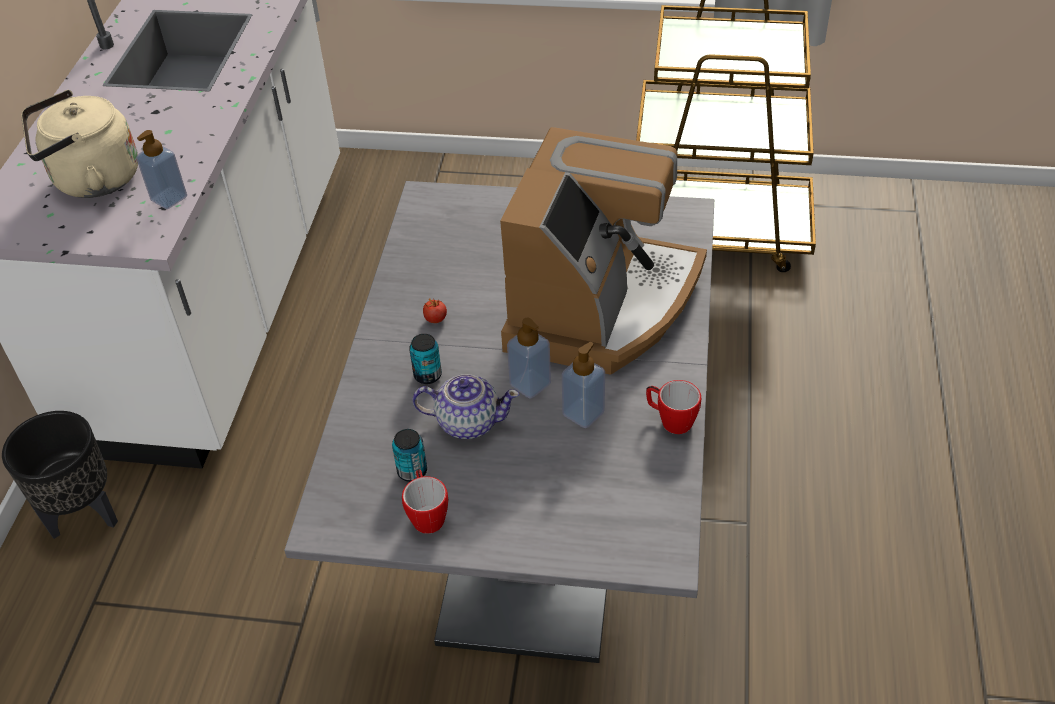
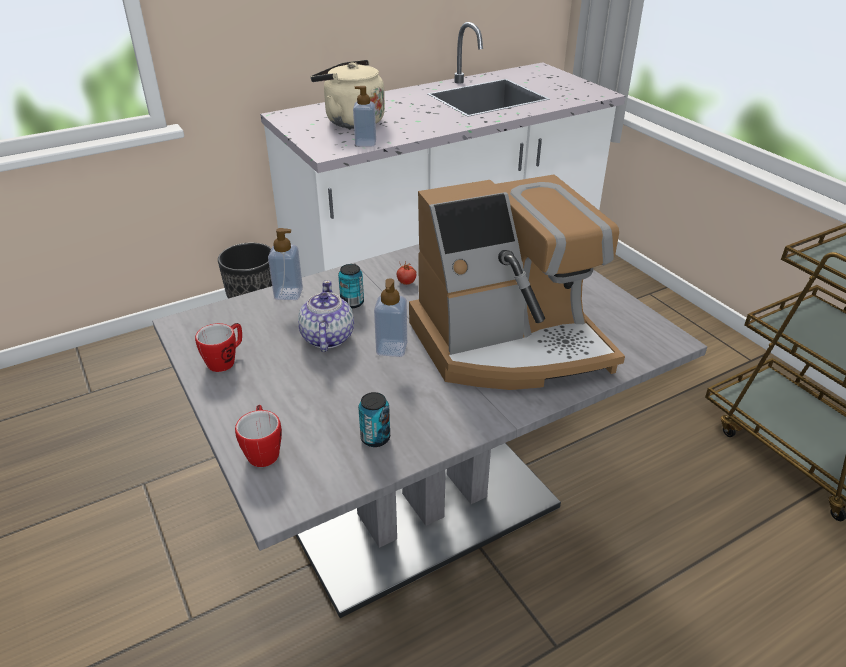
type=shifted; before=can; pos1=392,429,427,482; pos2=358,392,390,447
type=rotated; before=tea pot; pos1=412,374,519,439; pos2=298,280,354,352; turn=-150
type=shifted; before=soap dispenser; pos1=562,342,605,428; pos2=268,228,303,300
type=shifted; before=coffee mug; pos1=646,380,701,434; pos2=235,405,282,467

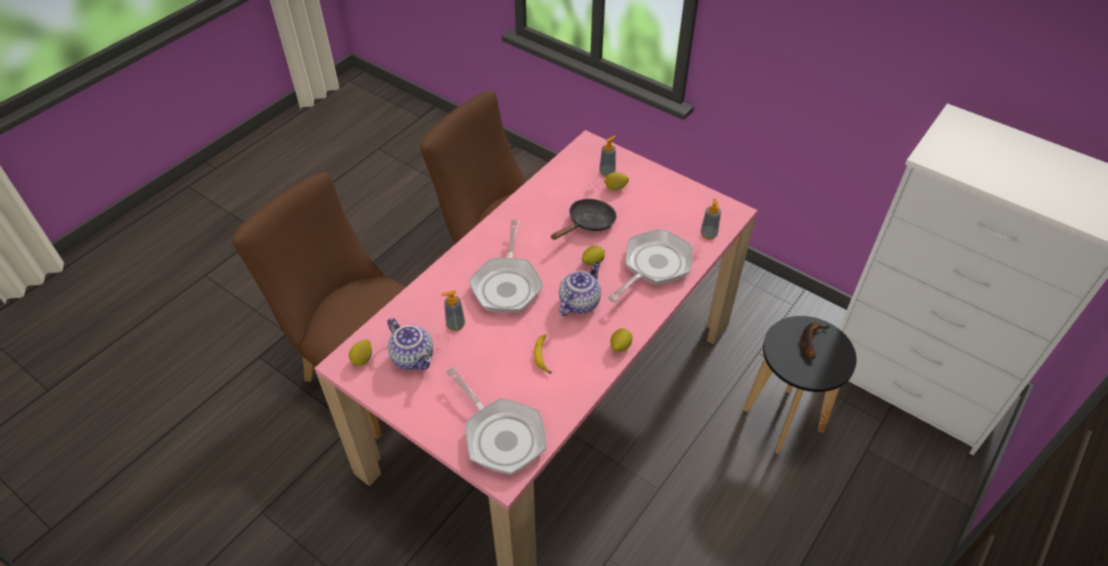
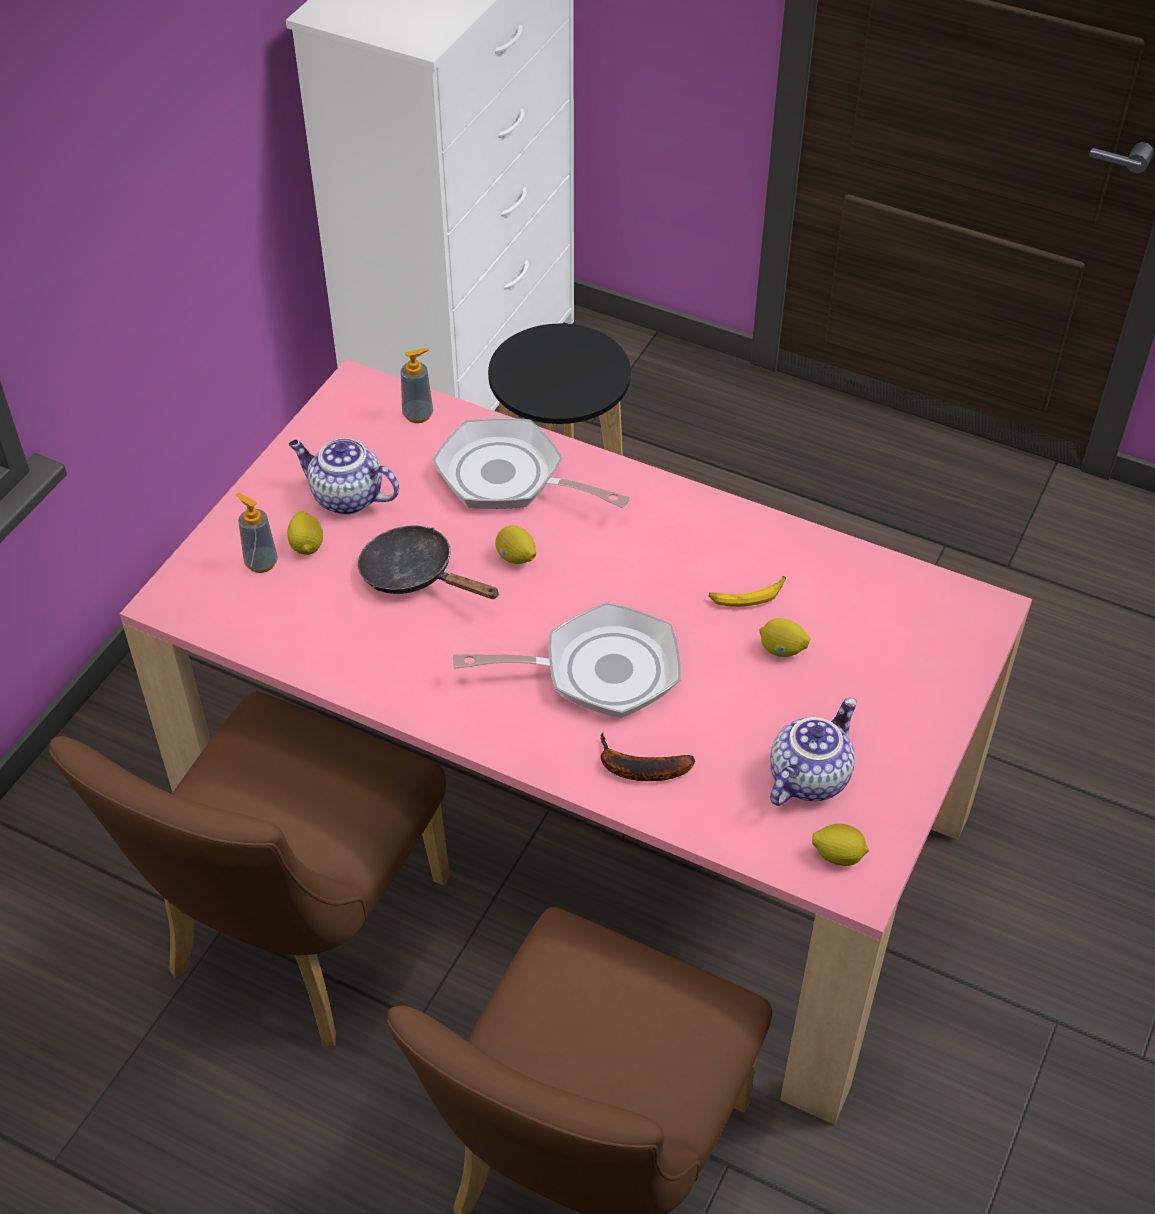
type=gone; before=soap dispenser; pos1=441,291,465,331
type=gone; before=frying pan; pos1=446,367,546,475
type=shifted; before=tea pot; pos1=559,261,601,316; pos2=289,438,399,515
type=shifted; before=lemon; pos1=610,328,632,352; pos2=759,618,810,657
type=shifted; before=whole banana; pos1=802,323,829,359; pos2=601,733,695,781

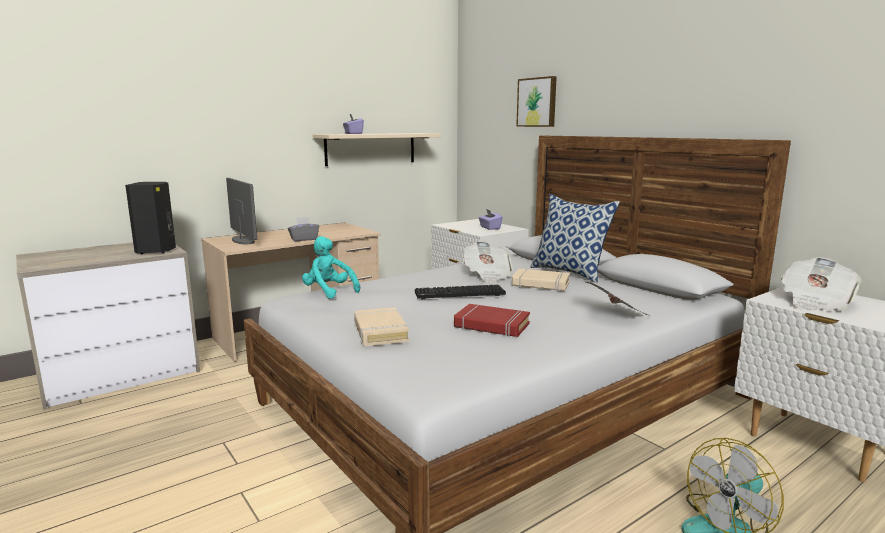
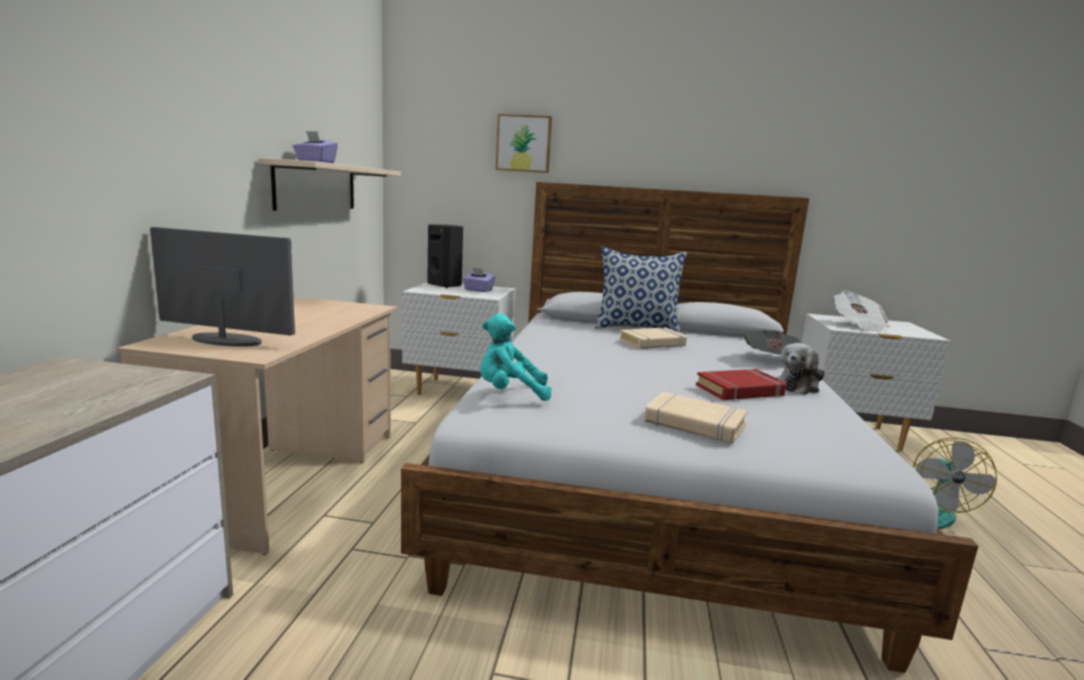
type=shifted; before=loudspeaker in blackish; pos1=125,182,176,254; pos2=427,224,463,288
type=gone; before=tissue box in greyish; pos1=288,217,319,241
type=gone; before=computer keyboard; pos1=415,285,506,299
type=gone; before=printed paper; pos1=463,241,513,283
type=new; after=cuddly toy; pos2=777,343,825,395

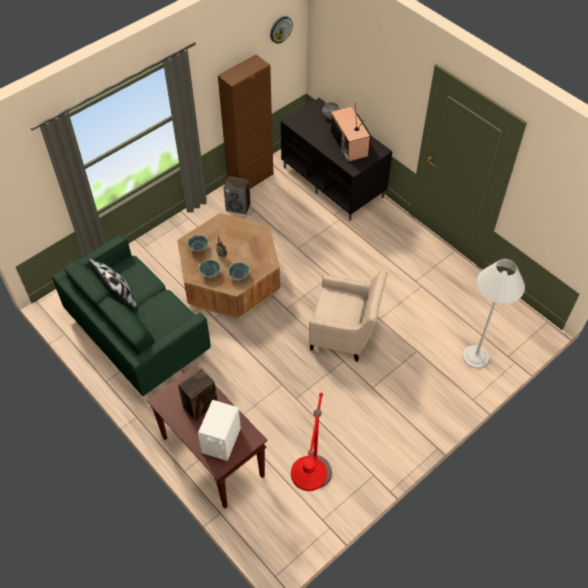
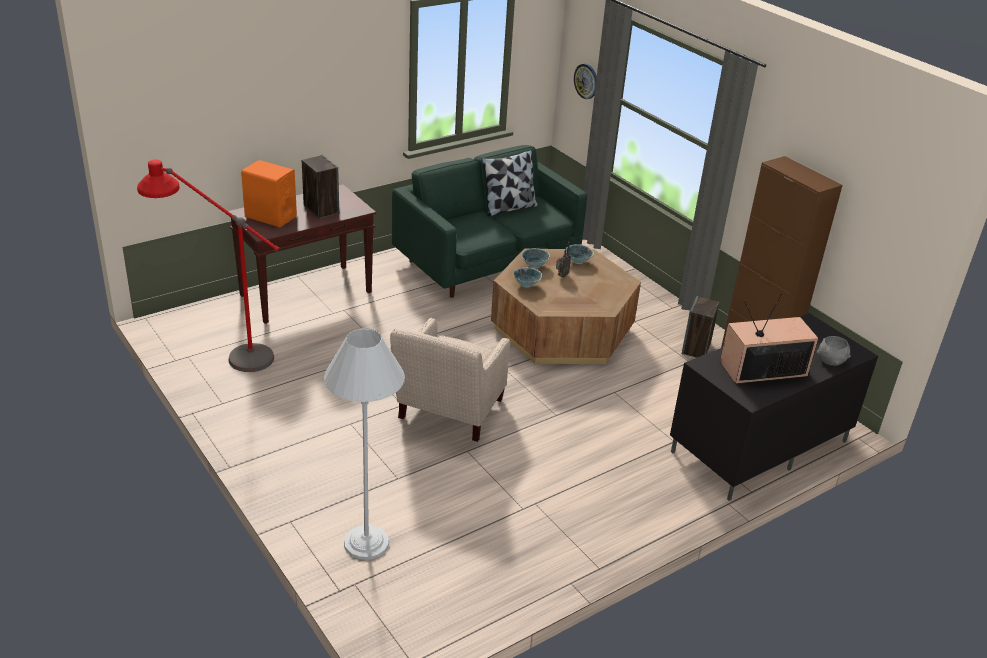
type=repainted; before=loudspeaker in white; after=loudspeaker in orange-coloured; pos1=198,400,241,461; pos2=241,160,297,227
type=shifted; before=hanging clock; pos1=270,16,293,44; pos2=574,64,597,99

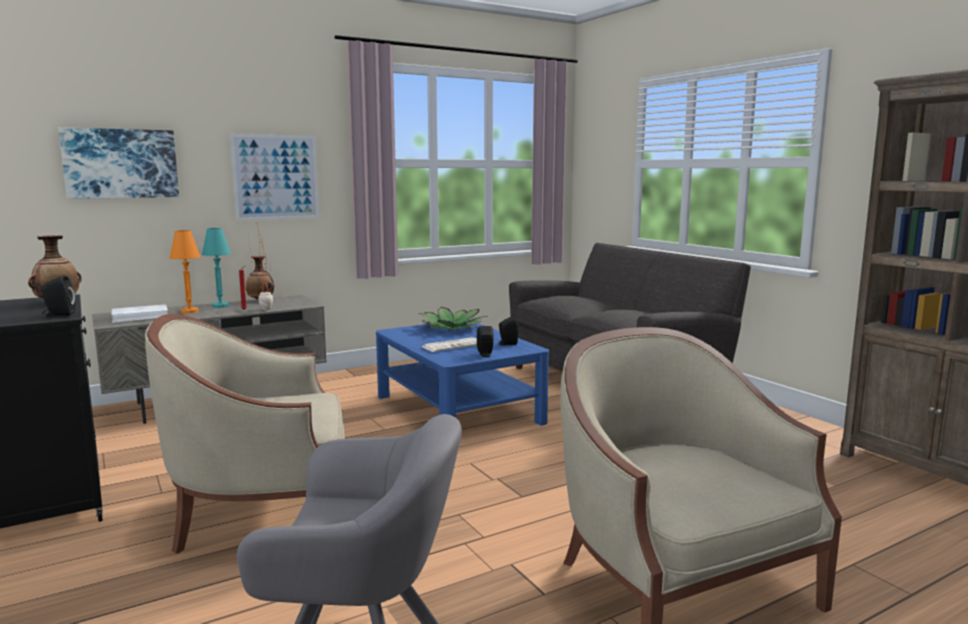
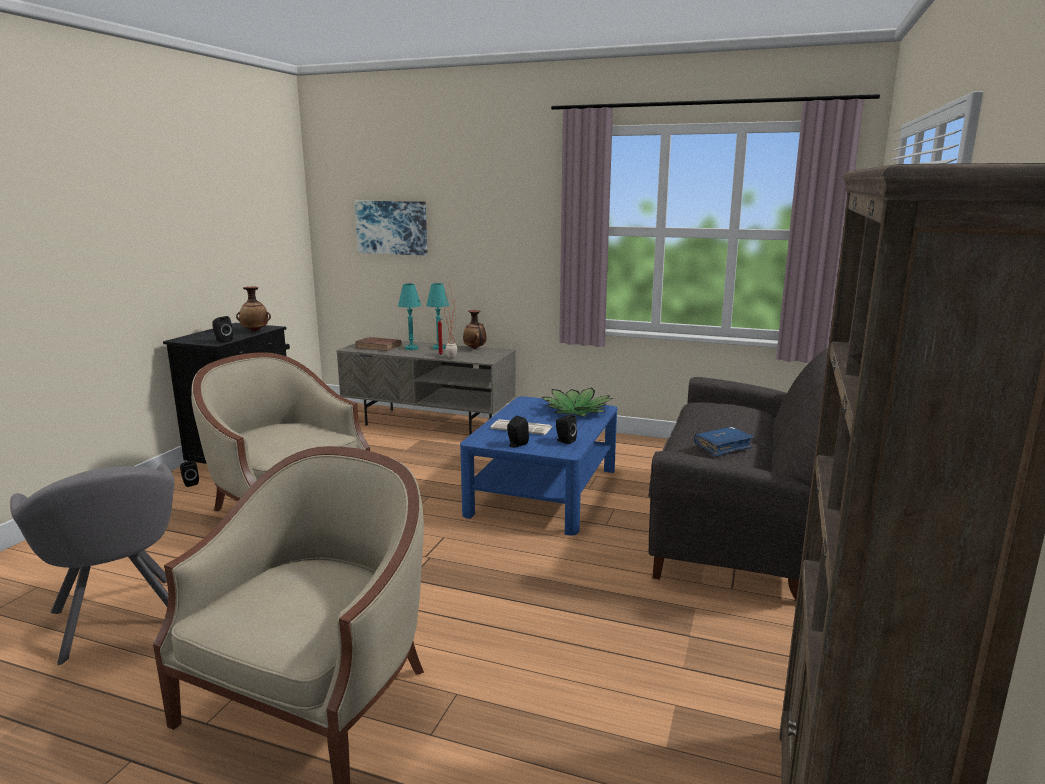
type=repainted; before=volume in white; after=volume in brown; pos1=112,304,168,323; pos2=355,337,402,351
type=repainted; before=table lamp in orange-coloured; after=table lamp in turquoise; pos1=170,230,200,313; pos2=398,284,421,350
type=gone; before=picture; pos1=230,134,319,220
type=new; after=loudspeaker in blackish; pos2=180,461,199,487
type=new; after=volume in bluish; pos2=694,427,754,457

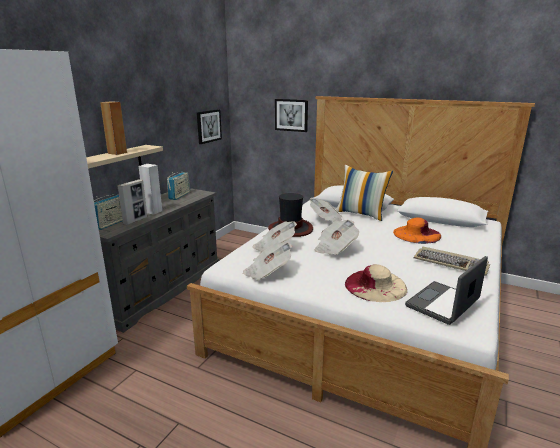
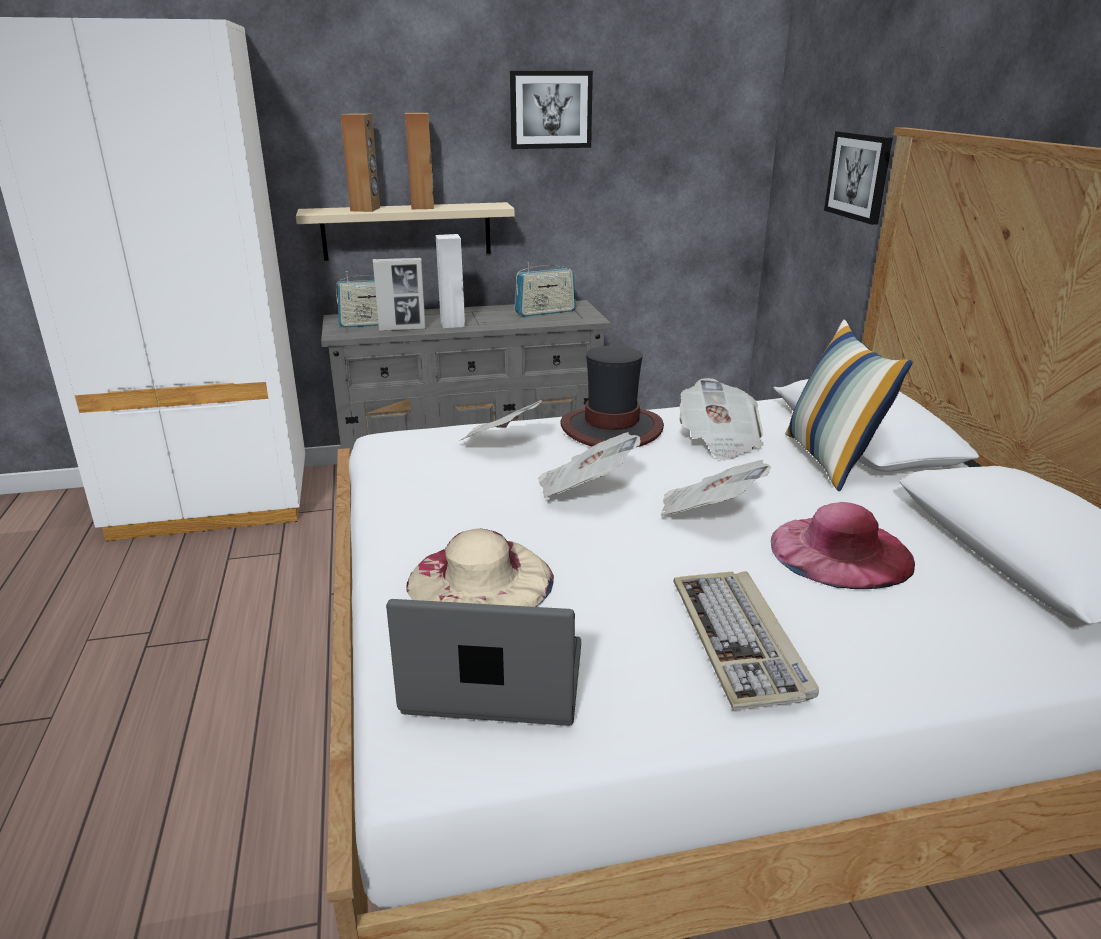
type=shifted; before=picture; pos1=197,109,222,144; pos2=510,71,593,149
type=shifted; before=printed paper; pos1=243,242,292,281; pos2=661,460,771,516
type=repainted; before=hat in orange-coloured; after=hat in pinkish; pos1=393,217,441,244; pos2=771,502,915,589
type=new; after=loudspeaker in brown; pos2=341,113,380,212

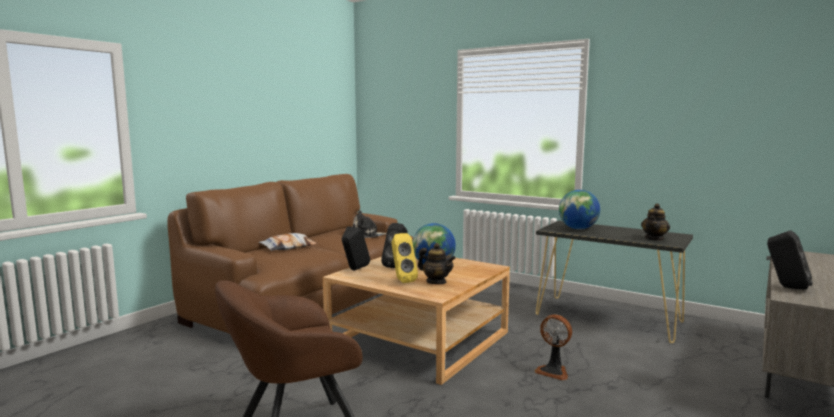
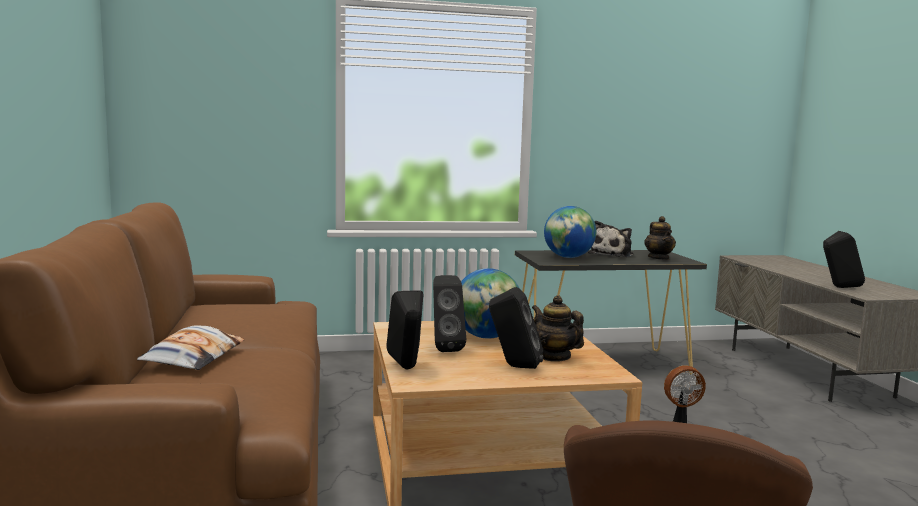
type=shifted; before=cuddly toy; pos1=353,210,387,238; pos2=588,221,633,257
type=repainted; before=loudspeaker in yellow; after=loudspeaker in blackish; pos1=391,233,418,283; pos2=489,287,543,369
type=rotated; before=tea pot; pos1=418,243,456,284; pos2=532,295,584,362; turn=-120

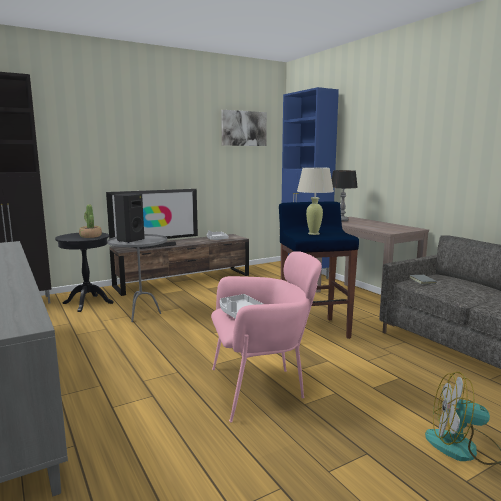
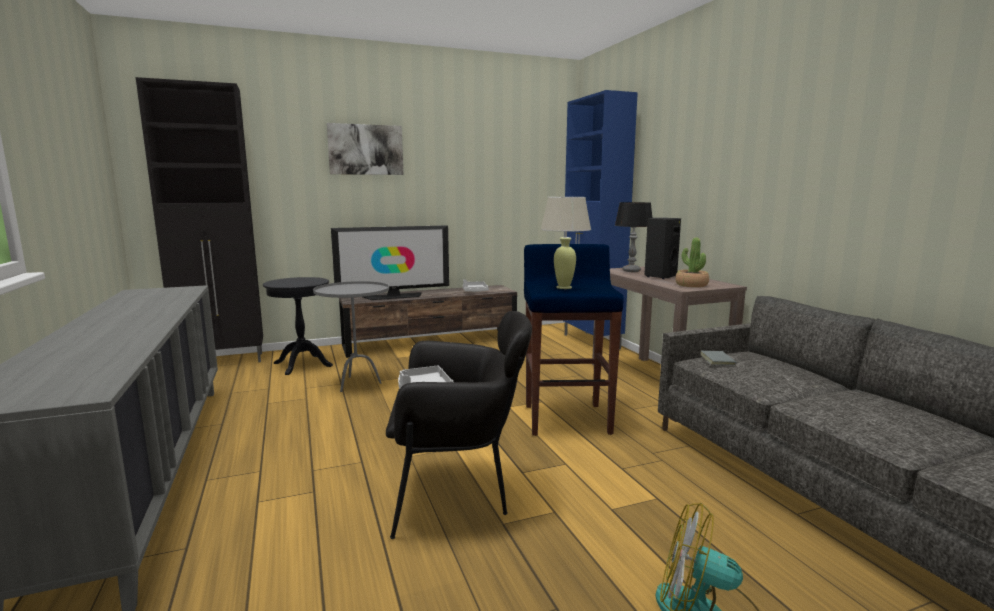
type=shifted; before=plant in a pot; pos1=79,204,102,238; pos2=675,238,709,287
type=shifted; before=loudspeaker in blackish; pos1=114,193,145,243; pos2=644,218,681,279
type=repainted; before=easy chair in pinkish; after=easy chair in blackish; pos1=211,251,322,422; pos2=386,311,532,539
type=shifted; before=picture; pos1=221,110,267,146; pos2=327,123,403,175

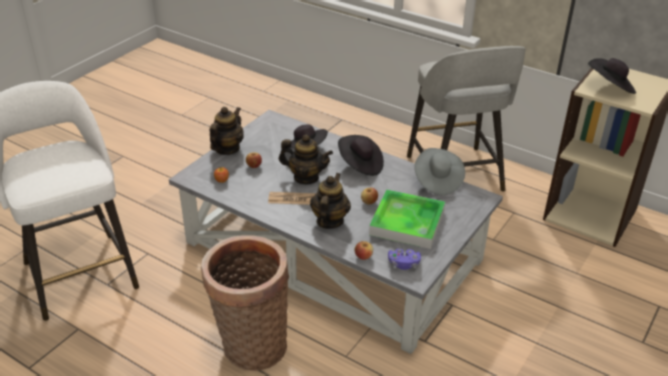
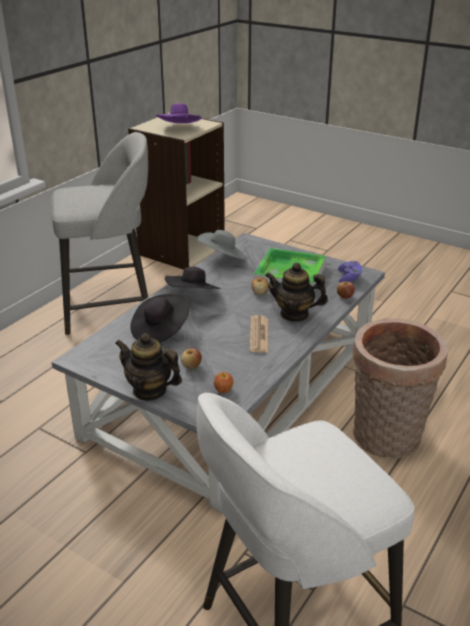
type=gone; before=tea pot; pos1=279,135,333,184
type=repainted; before=hat in blackish; after=hat in purple; pos1=588,58,636,94; pos2=156,103,201,124

